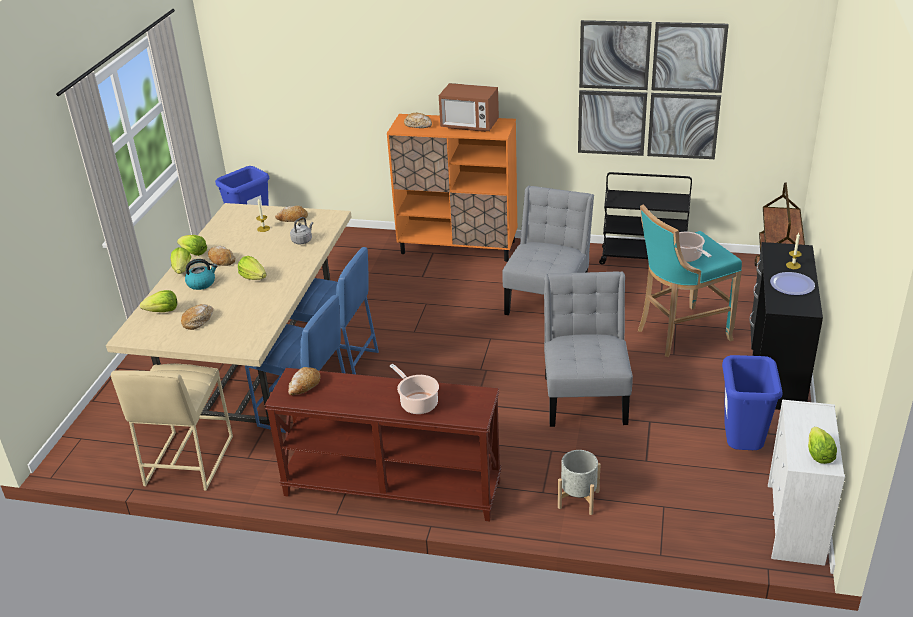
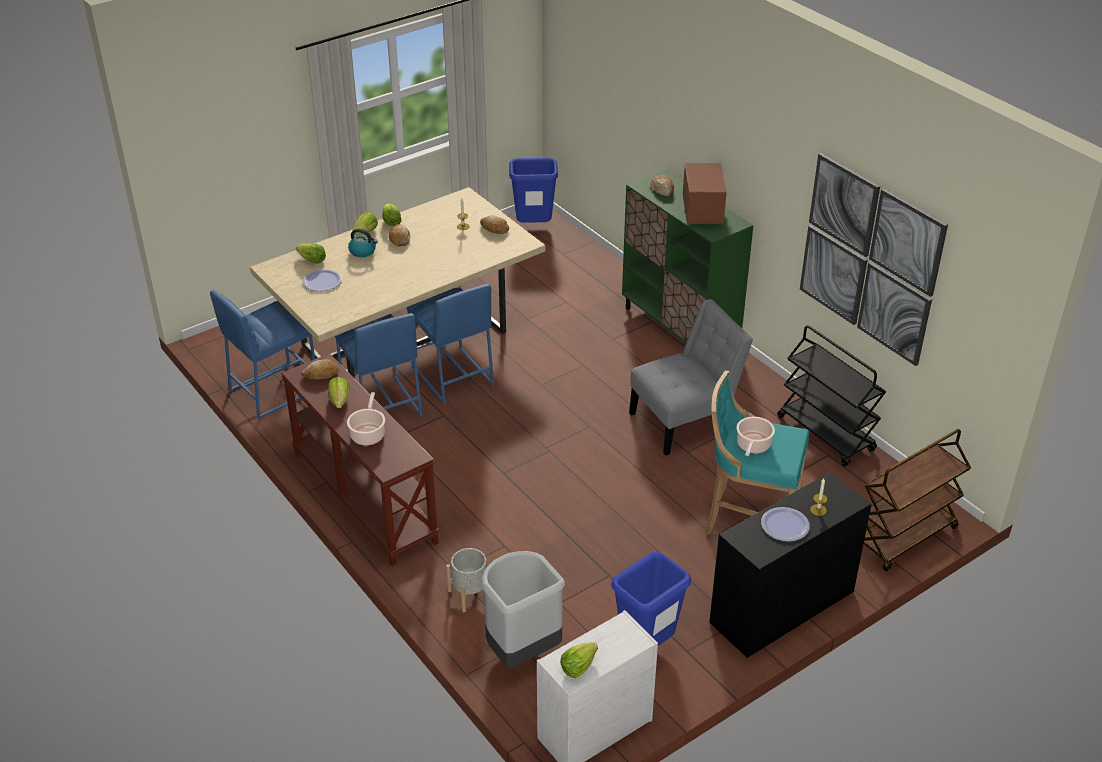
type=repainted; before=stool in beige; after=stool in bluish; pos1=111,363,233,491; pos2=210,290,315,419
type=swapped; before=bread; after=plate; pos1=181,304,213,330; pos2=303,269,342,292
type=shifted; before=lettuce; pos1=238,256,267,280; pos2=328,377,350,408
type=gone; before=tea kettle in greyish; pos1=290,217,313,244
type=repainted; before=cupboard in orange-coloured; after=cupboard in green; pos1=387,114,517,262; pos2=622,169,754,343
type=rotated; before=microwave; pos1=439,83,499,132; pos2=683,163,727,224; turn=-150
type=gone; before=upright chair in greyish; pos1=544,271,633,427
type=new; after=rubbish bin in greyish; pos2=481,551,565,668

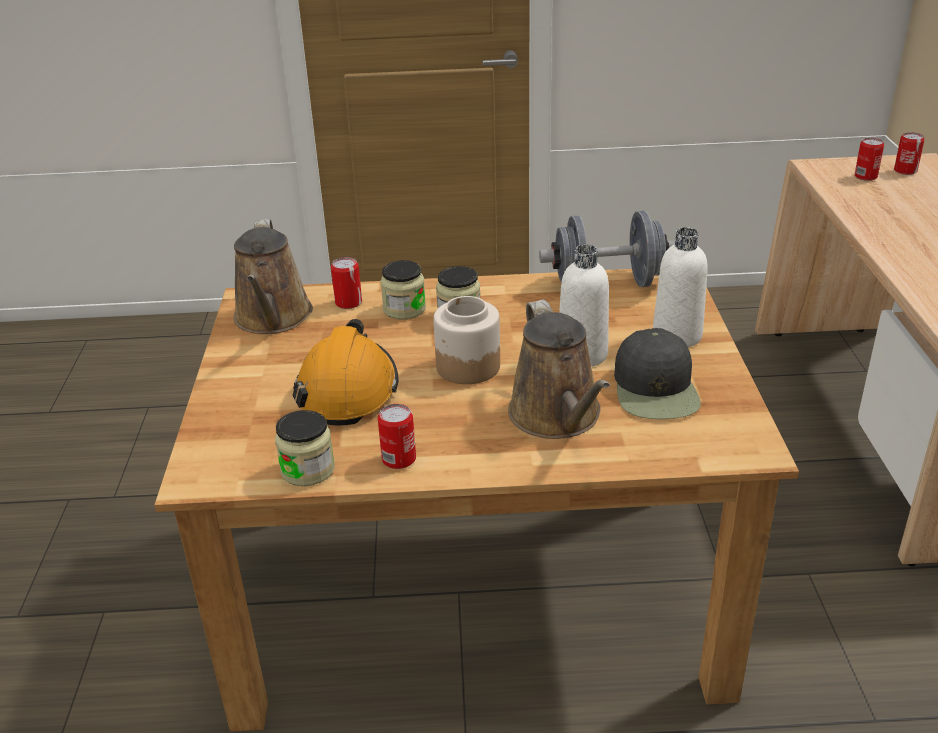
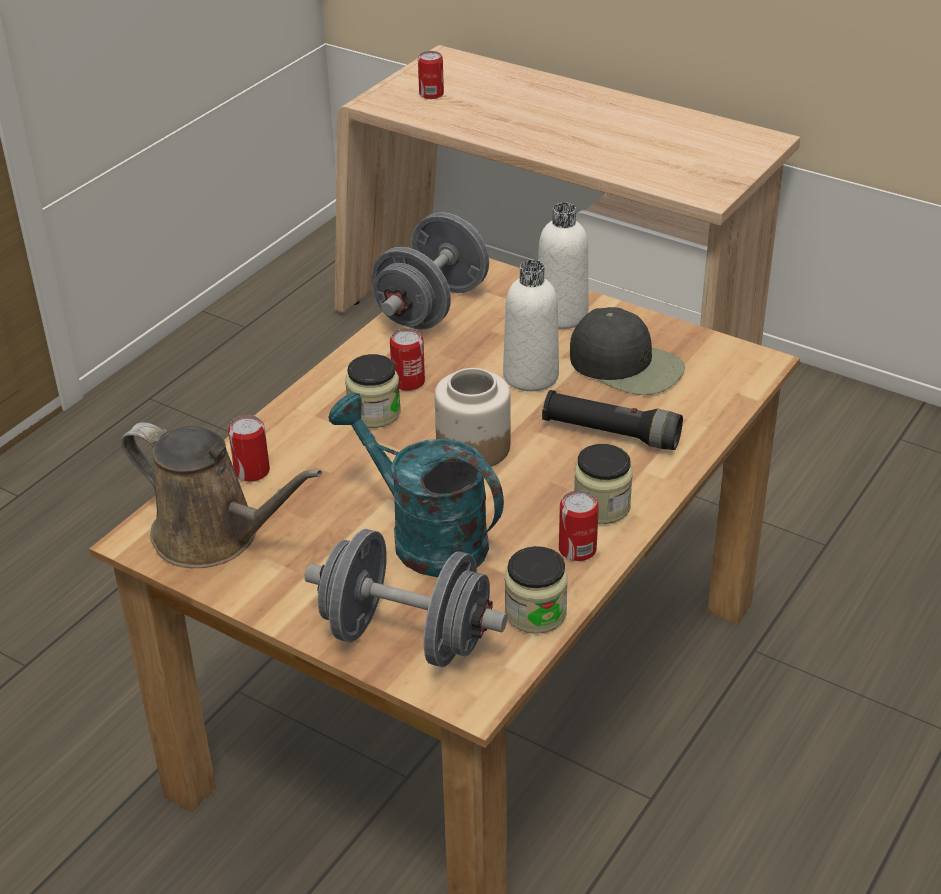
type=swapped; before=hard hat in orange-coloured; after=watering can in turquoise; pos1=292,319,399,426; pos2=329,393,504,577
type=shifted; before=jar; pos1=380,260,426,320; pos2=574,444,633,524
type=swapped; before=watering can in brown; after=flashlight in blackish; pos1=508,300,610,439; pos2=542,390,683,450
type=shifted; before=can; pos1=894,132,925,175; pos2=390,328,425,391
type=new; after=dumbbell in greyish; pos2=304,529,508,667

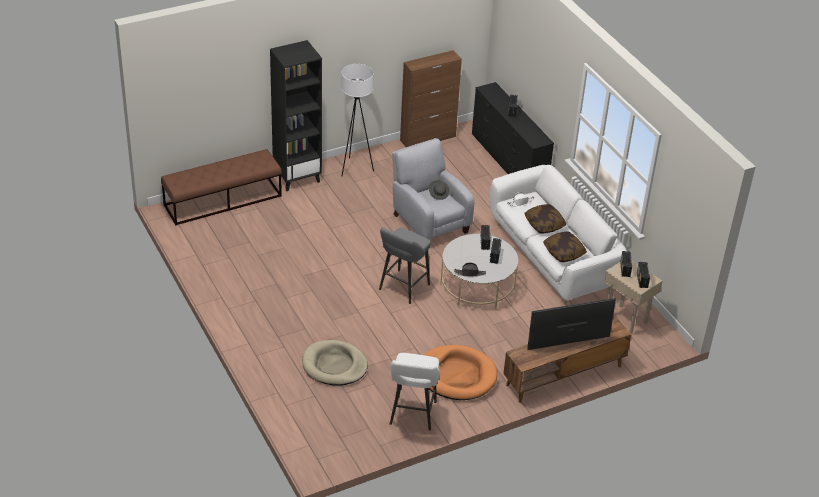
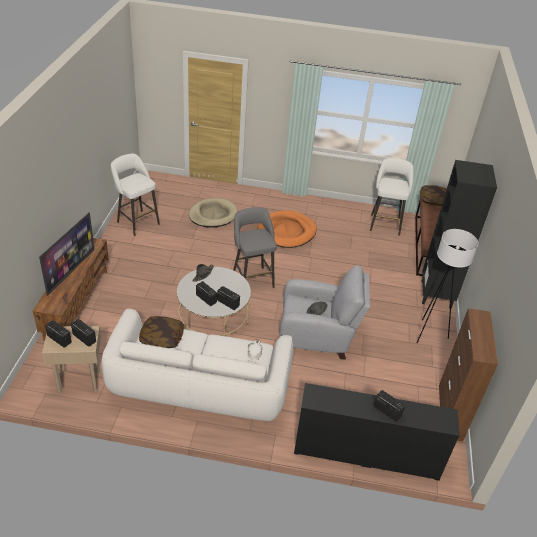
type=shifted; before=dog bed in orange-coloured; pos1=424,345,497,400; pos2=257,210,317,248
type=shifted; before=pillow; pos1=524,204,566,233; pos2=420,185,447,206
type=new; after=stool in white; pos2=370,158,414,235

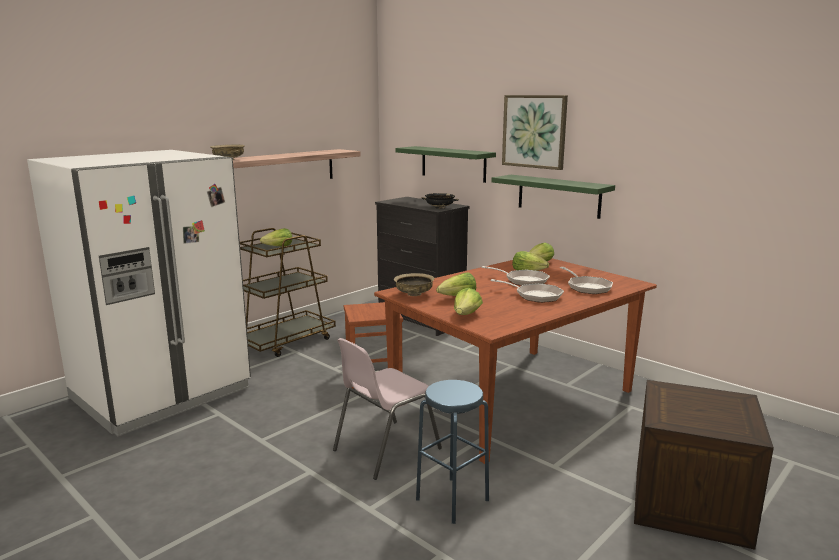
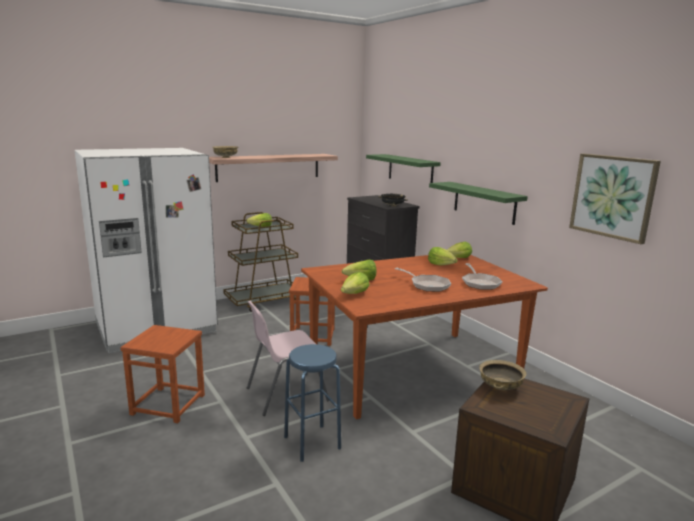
type=shifted; before=bowl in beige; pos1=394,273,434,296; pos2=479,360,526,390
type=gone; before=frying pan; pos1=482,266,550,286
type=shifted; before=picture; pos1=502,95,568,170; pos2=569,154,661,244
type=new; after=stool in brown; pos2=120,325,205,423

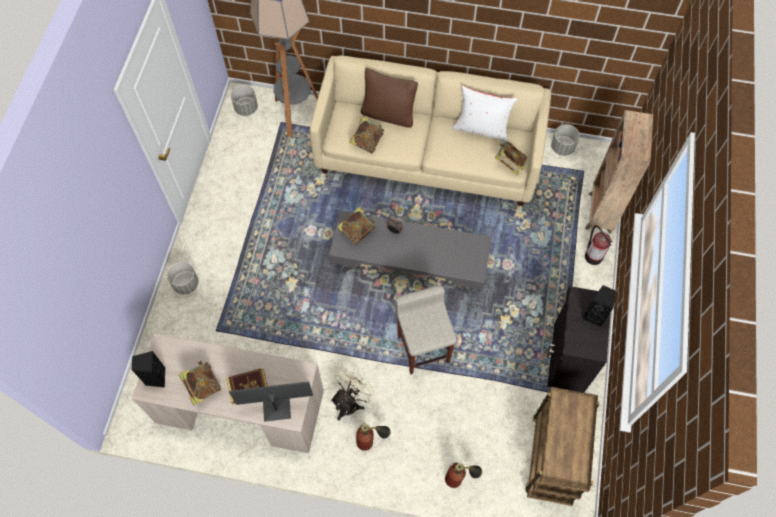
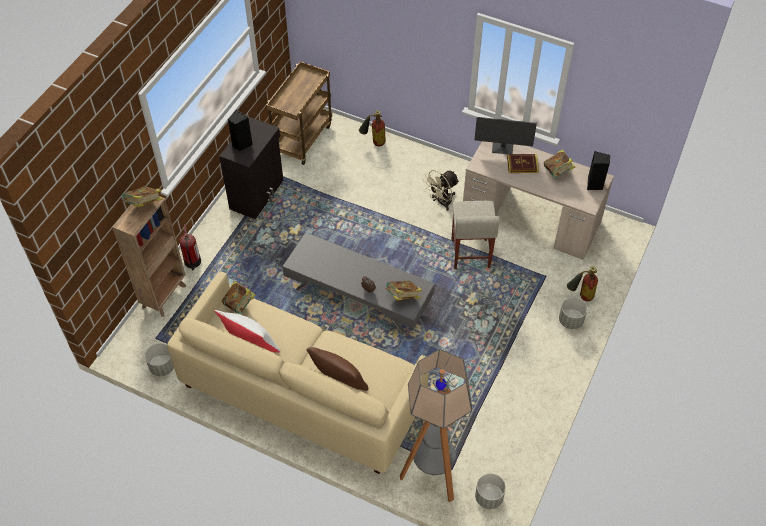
type=shifted; before=volume; pos1=349,117,384,153; pos2=122,186,162,207
type=shifted; before=fire extinguisher; pos1=356,424,390,451; pos2=567,266,598,301
type=shifted; before=stool in beige; pos1=395,285,457,374; pos2=452,201,500,269

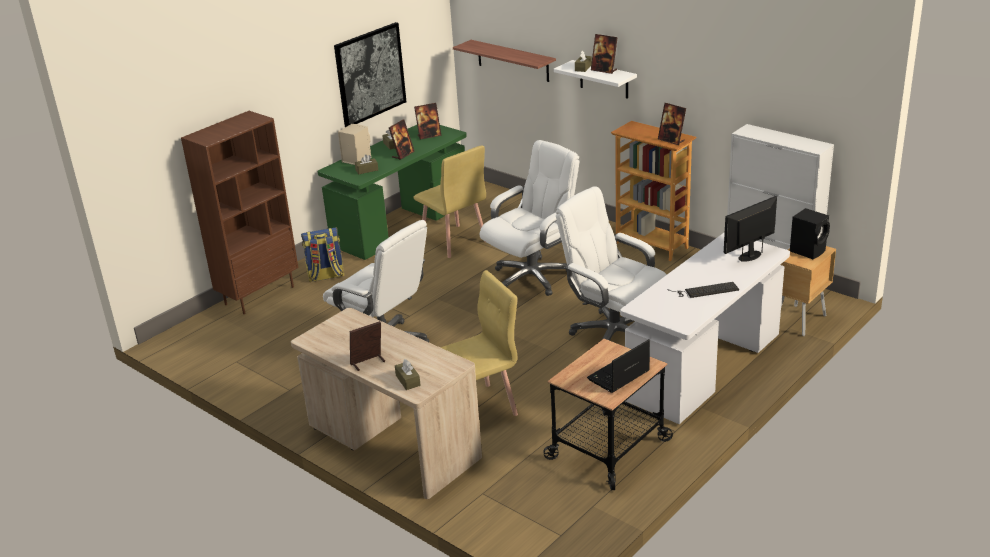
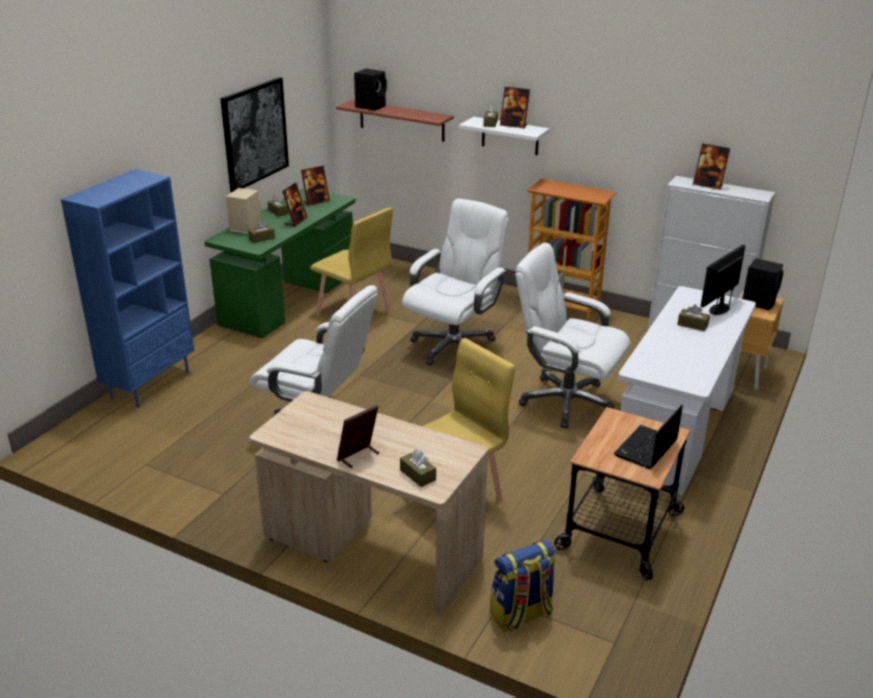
type=repainted; before=shelving unit in brown; after=shelving unit in bluish; pos1=181,111,298,314; pos2=61,169,194,408
type=shifted; before=knapsack; pos1=301,227,345,282; pos2=490,540,556,632
type=shifted; before=picture frame; pos1=658,103,686,145; pos2=693,143,730,190
type=gone; before=computer keyboard; pos1=667,282,739,298
type=new; after=loudspeaker in blackish; pos2=354,69,387,111
type=new; after=tissue box in brown; pos2=677,305,710,331

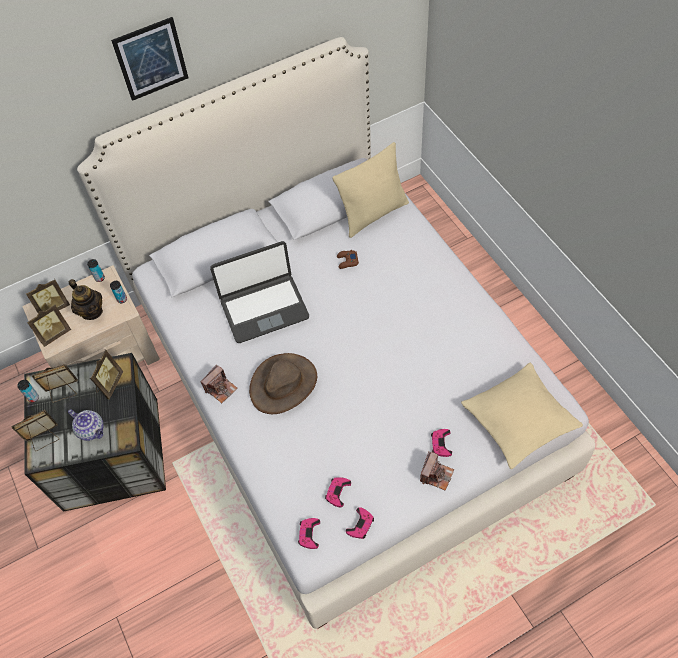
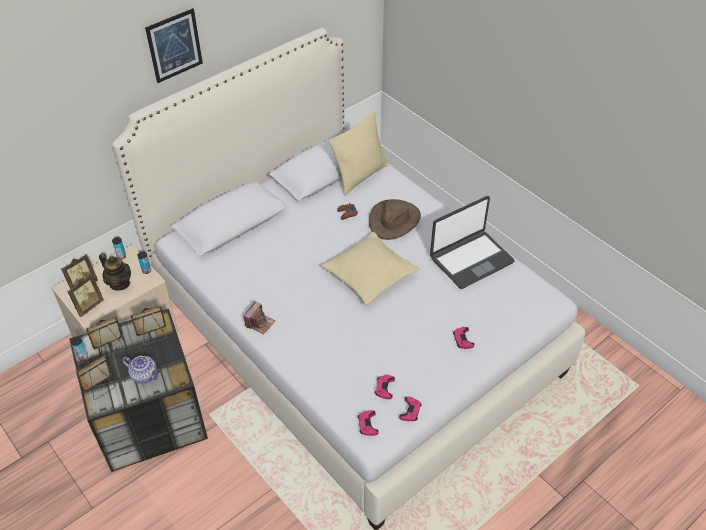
type=rotated; before=picture frame; pos1=90,349,123,399; pos2=130,305,167,345; turn=-120
type=shifted; before=laptop; pos1=210,241,309,343; pos2=430,196,514,289
type=shifted; before=hat in brown; pos1=249,353,317,414; pos2=369,199,421,240
type=gone; before=still camera; pos1=420,452,454,491
type=shifted; before=pillow in beige; pos1=461,363,583,469; pos2=321,232,420,306

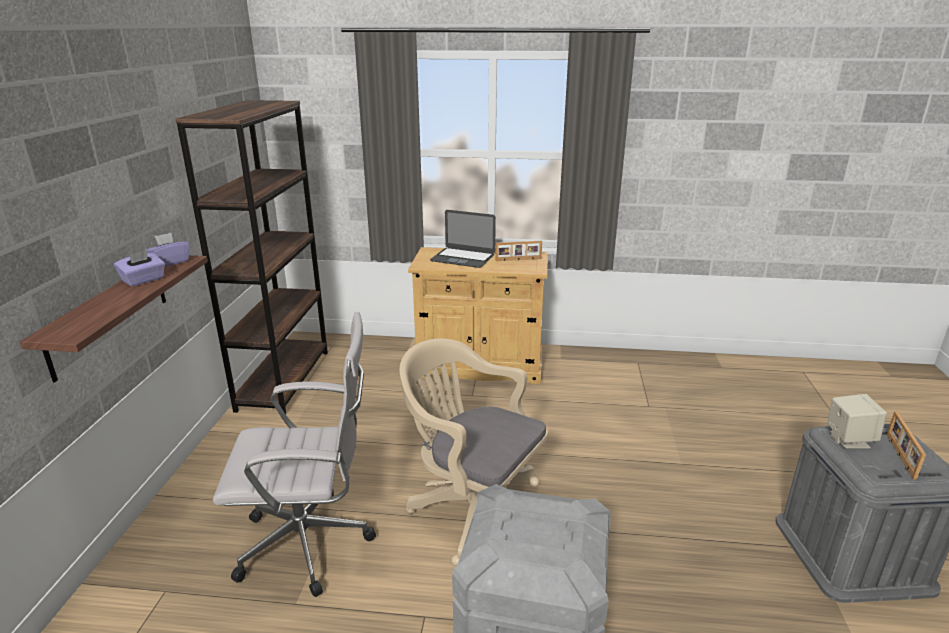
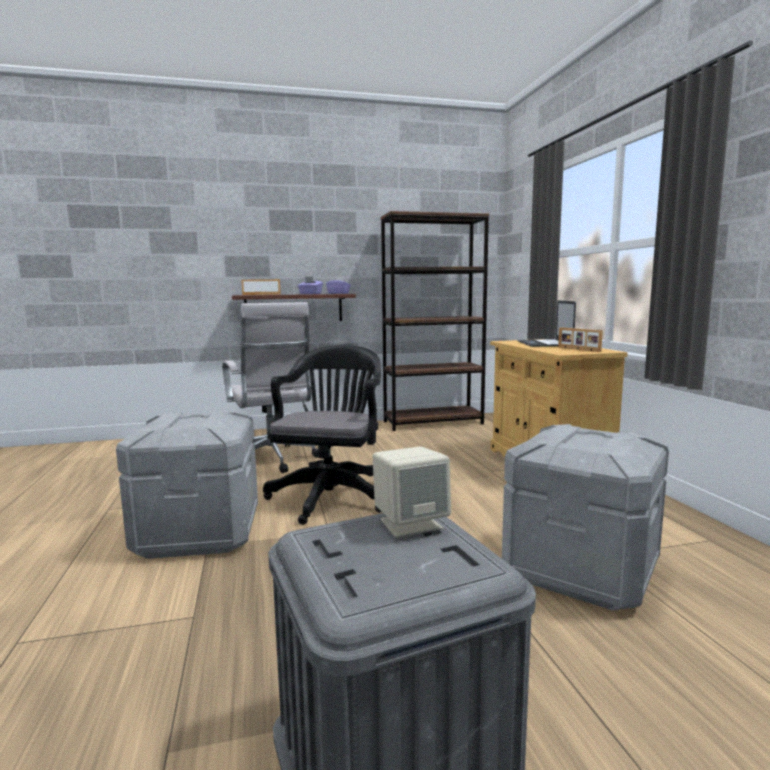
type=repainted; before=computer chair in beige; after=computer chair in blackish; pos1=400,339,548,566; pos2=263,345,381,525
type=shifted; before=picture frame; pos1=887,411,926,480; pos2=241,279,281,295
type=new; after=storage bin in greyish; pos2=502,424,669,610

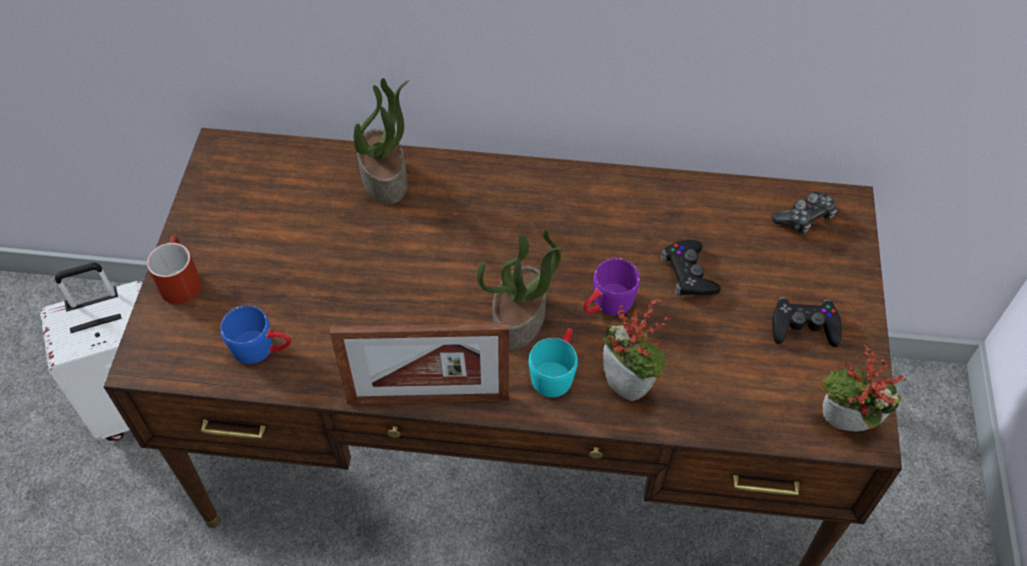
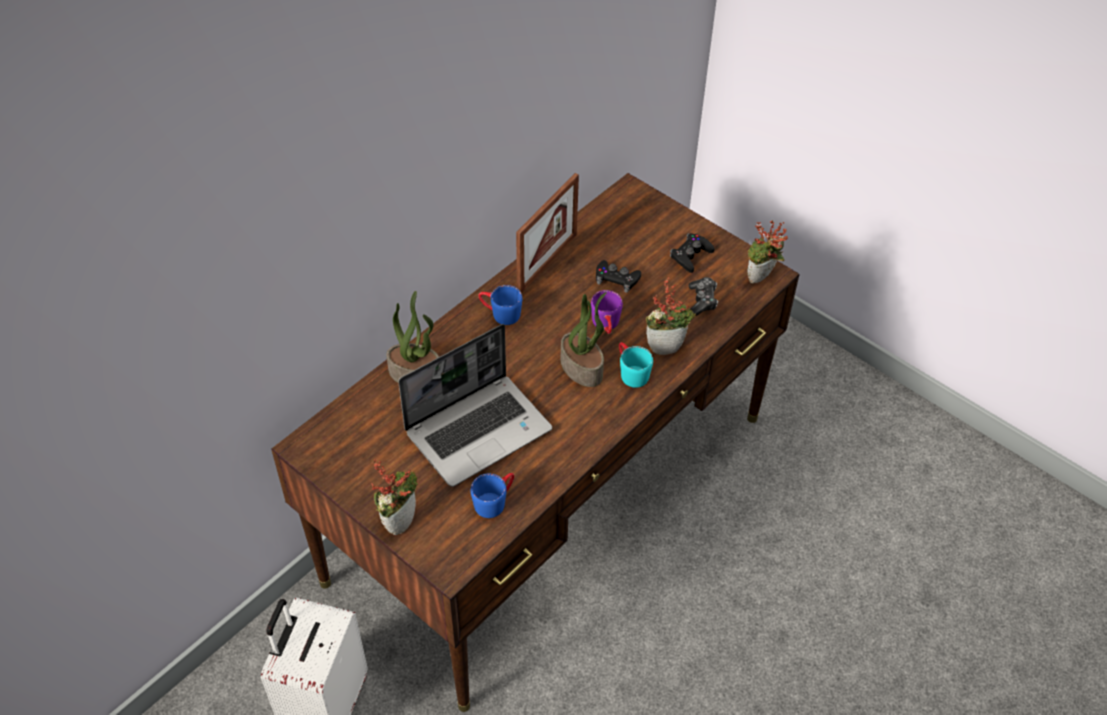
type=swapped; before=coffee mug in red-coloured; after=plant in a pot; pos1=147,236,201,304; pos2=371,459,418,535
type=shifted; before=picture frame; pos1=330,323,509,404; pos2=516,173,579,294
type=shifted; before=joypad; pos1=772,192,837,234; pos2=689,277,718,316
type=new; after=laptop; pos2=398,324,552,487
type=new; after=coffee mug in bluish; pos2=479,285,522,325

